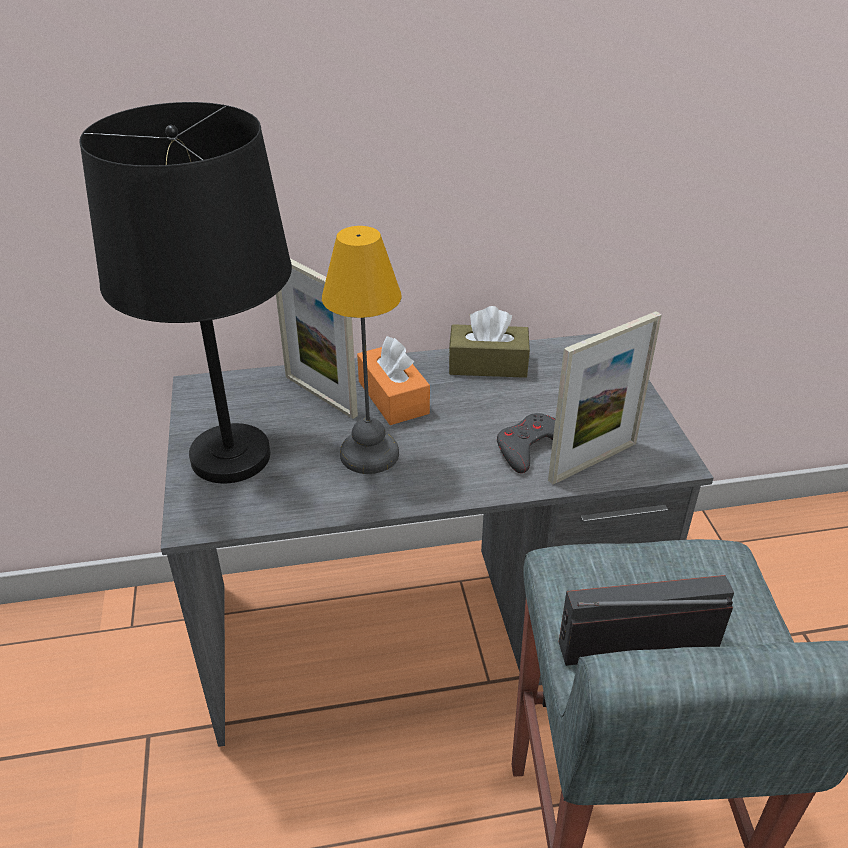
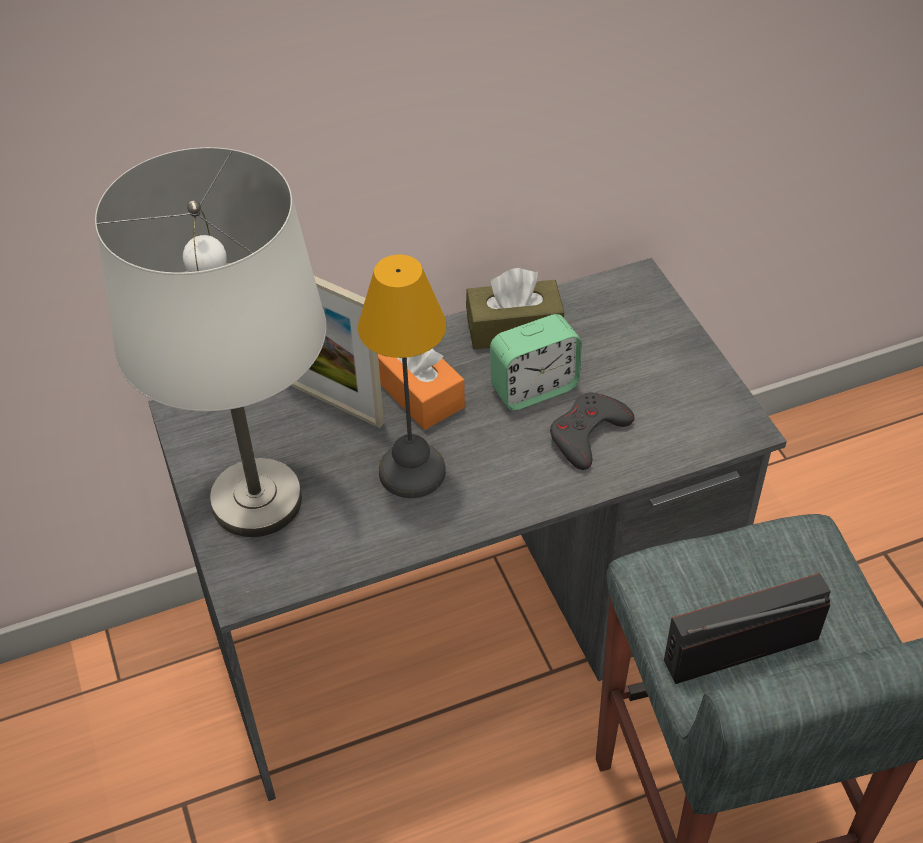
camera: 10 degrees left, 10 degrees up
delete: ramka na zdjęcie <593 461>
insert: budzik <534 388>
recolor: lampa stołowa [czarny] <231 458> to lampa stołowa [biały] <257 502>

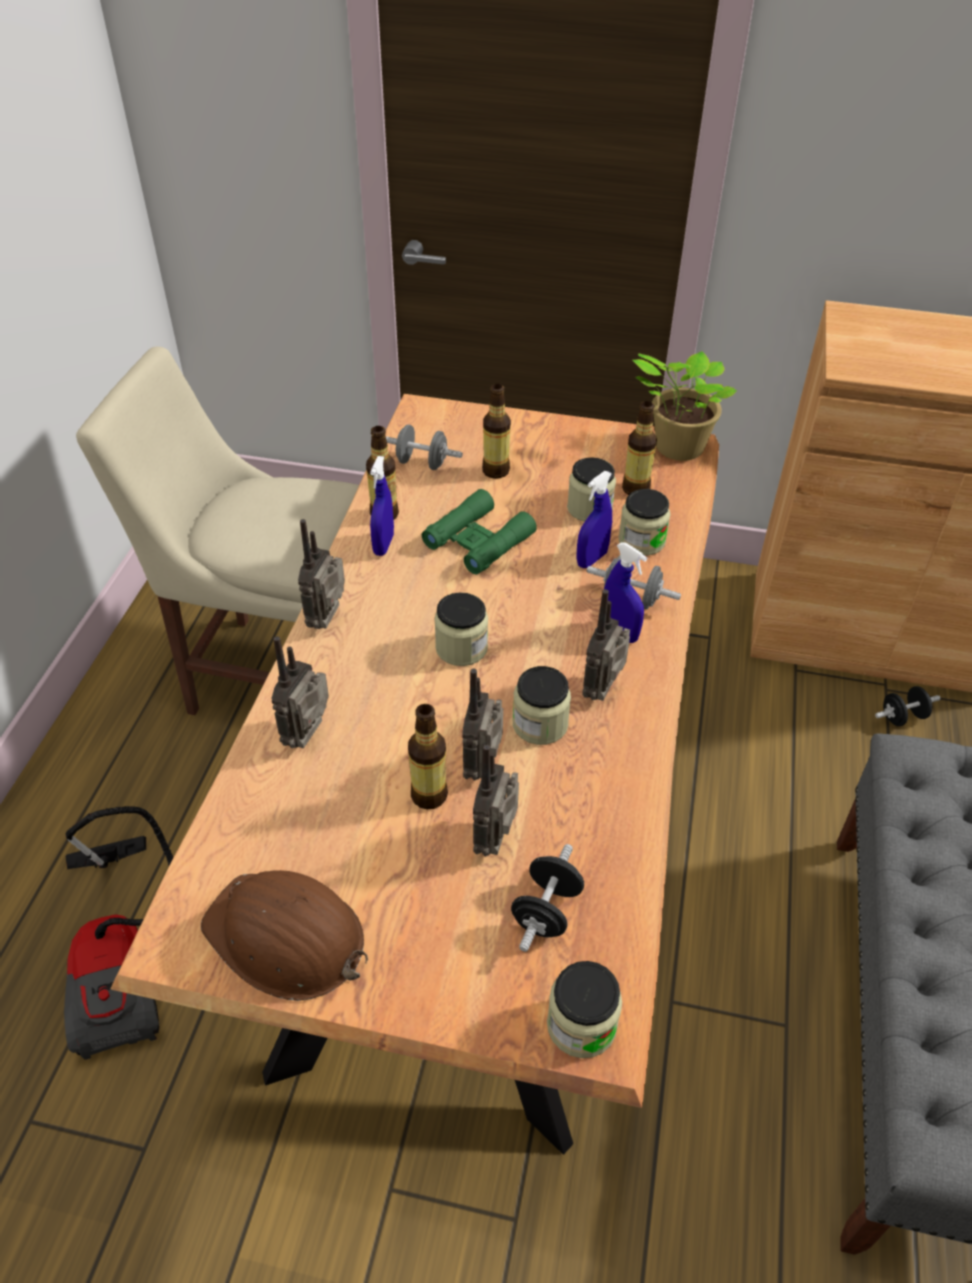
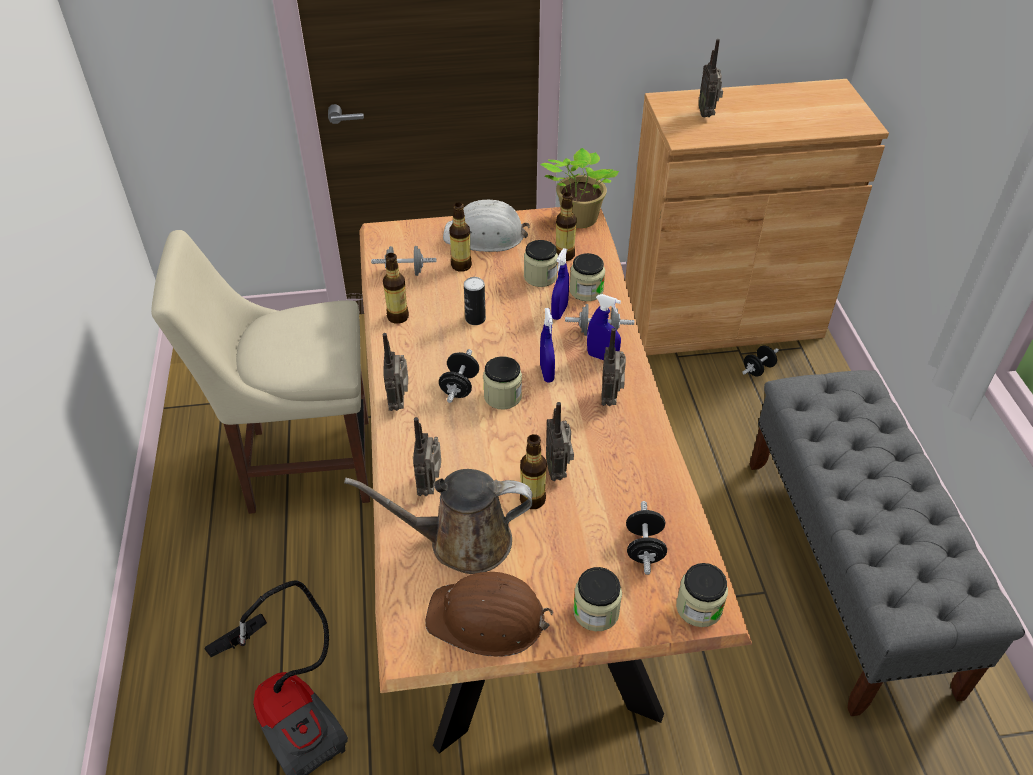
camera: 20 degrees left, 0 degrees up
insert: konewka [brązowy] <461 541>; hantel [czarny] <459 386>; kask [biały] <485 235>
move: spryskiwacz [niebieski] <383 545> to <546 373>; radio <496 839> to <707 114>; słoik <540 724> to <596 611>
replace: lornetka [zielony] <478 541> to puszka <475 319>

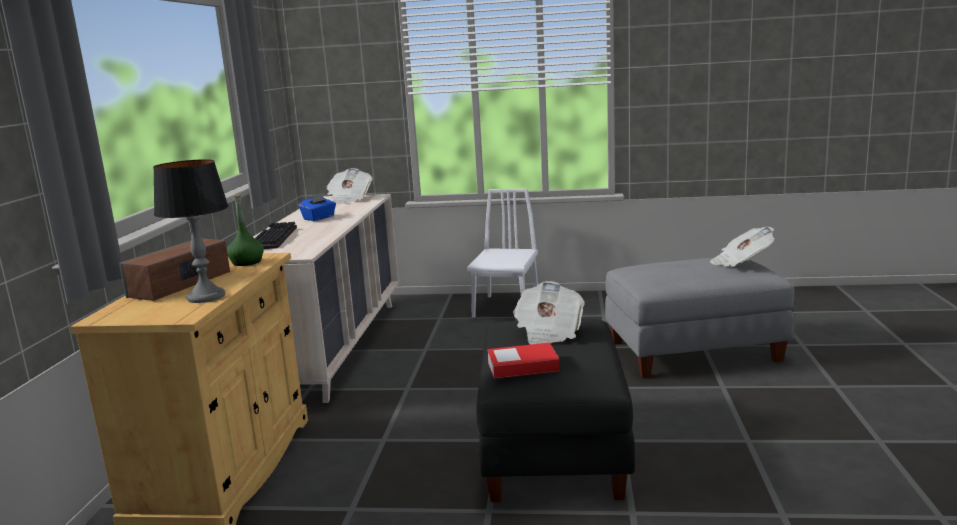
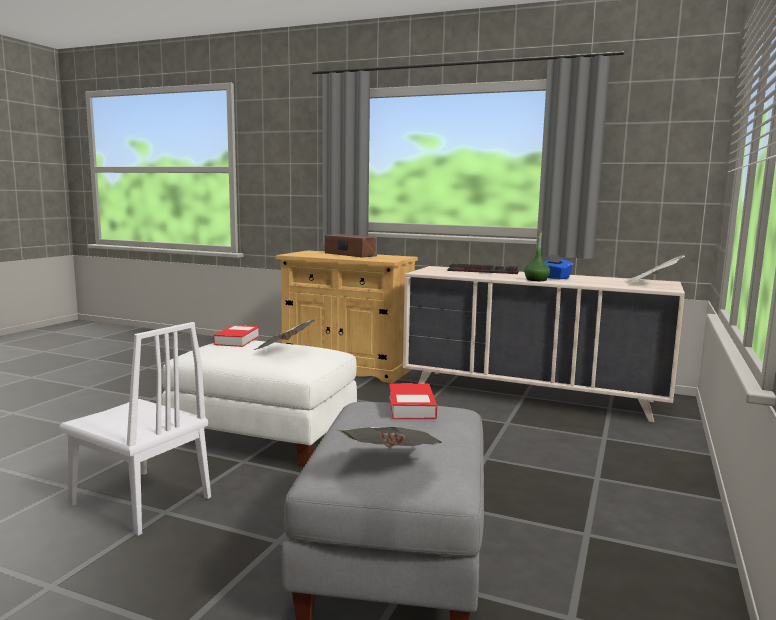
camera: 105 degrees right, 5 degrees down
delete: lampa stołowa <206 297>
insert: książka <411 407>
move: butelka [zielony] <247 262> to <536 280>; krzesło [biały] <506 307> to <140 500>
recolor: pufa [czarny] <551 448> to pufa [biały] <265 437>

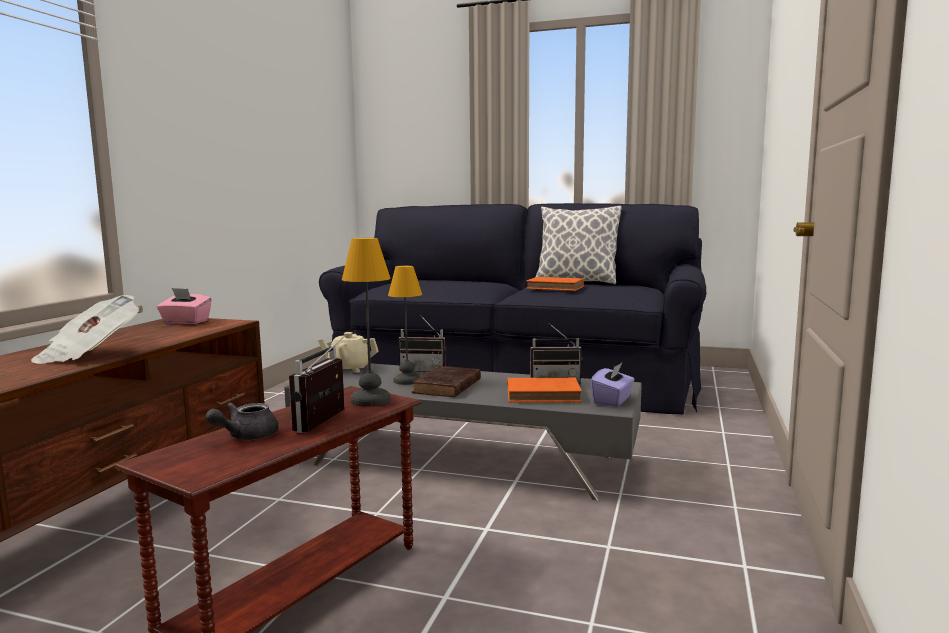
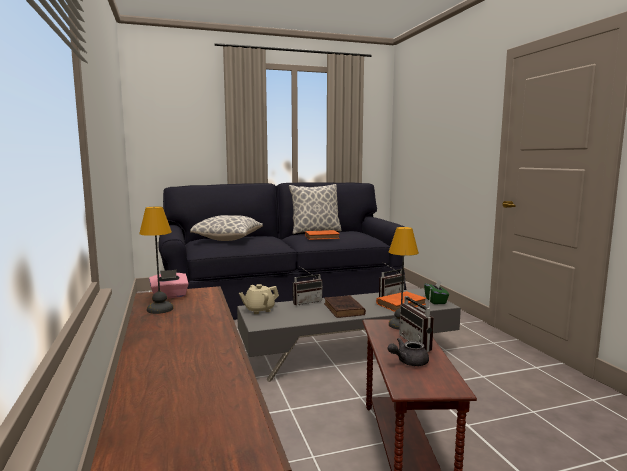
camera: 35 degrees left, 0 degrees up
delete: gazeta <89 354>
insert: poduszka <228 239>
move: lampa stołowa <406 381> to <159 309>
recolor: pudełko chusteczek [fioletowy] <612 401> to pudełko chusteczek [zielony] <436 301>
rotate: imbryk [szary] <246 436> = <408 362> 60 degrees clockwise

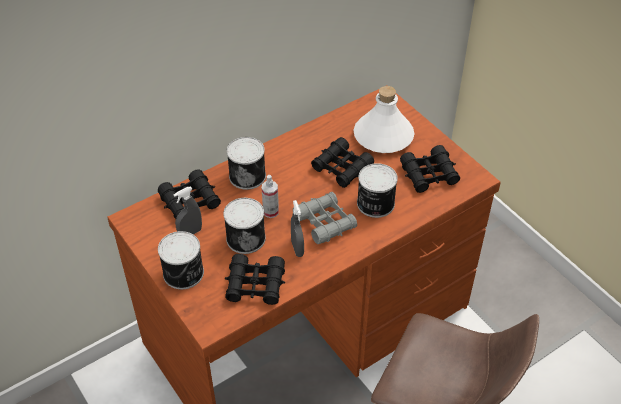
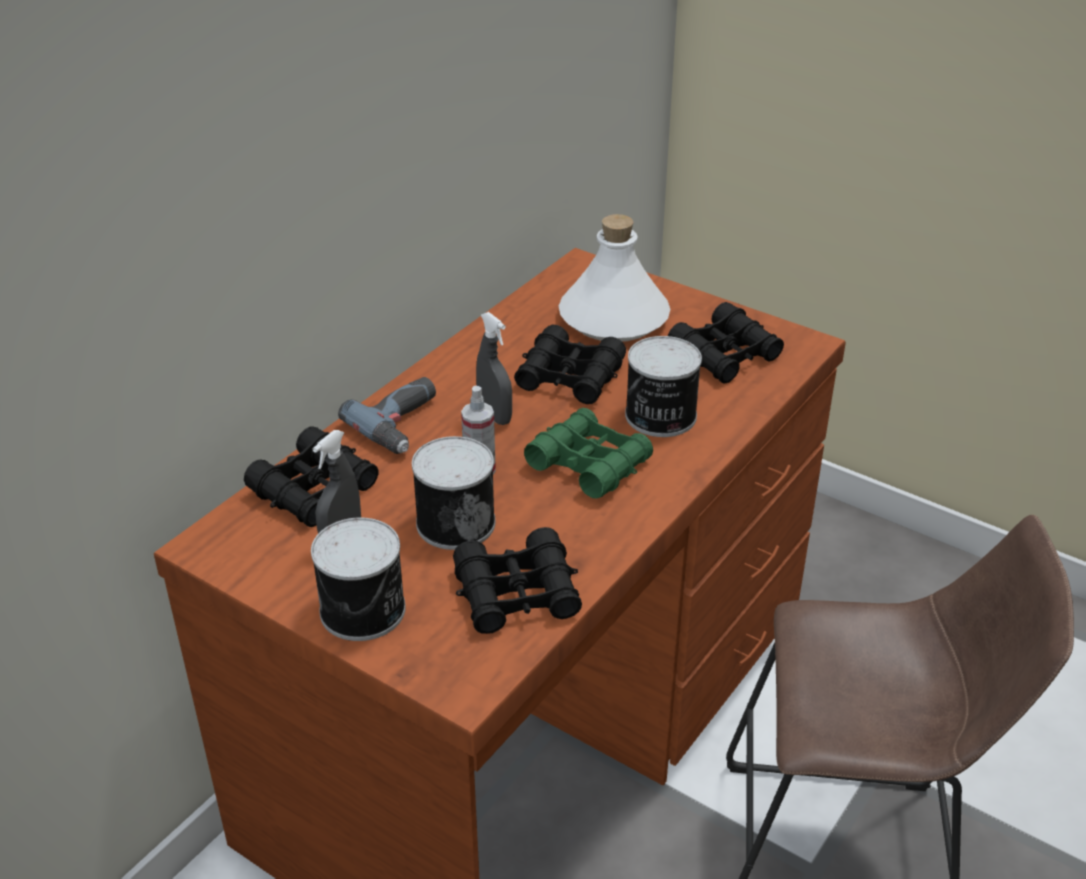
camera: 20 degrees left, 10 degrees down
move: spryskiwacz [szary] <297 248> to <494 415>
replace: puszka <248 175> to wiertarka <404 424>
recolor: lornetka [szary] <325 222> to lornetka [zielony] <589 464>

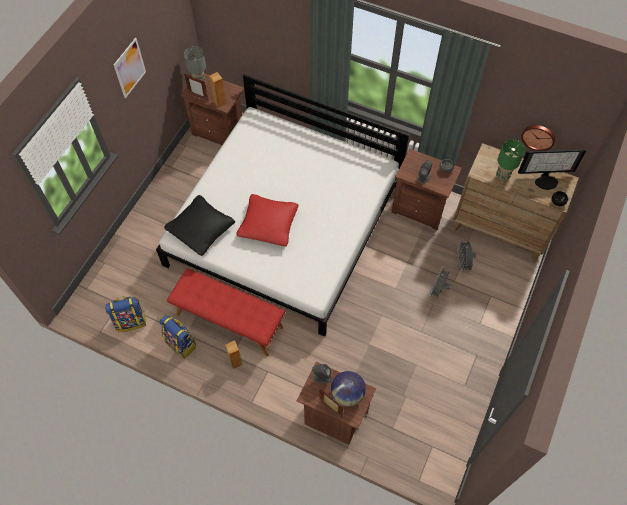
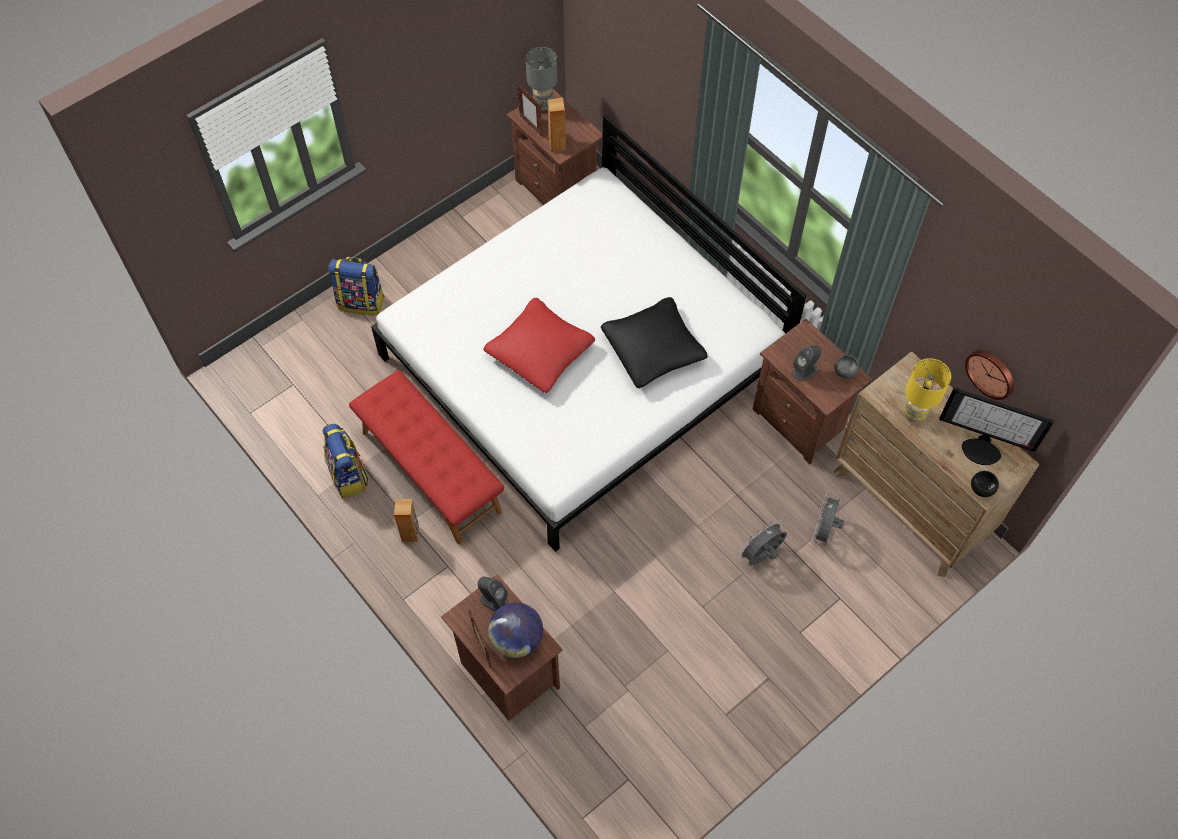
camera: 25 degrees right, 0 degrees up
delete: obraz <129 68>
move: plecak <131 321> to <362 302>; poduszka [czarny] <201 229> to <653 349>
recolor: lampa stołowa [zielony] <502 176> to lampa stołowa [żółty] <914 414>

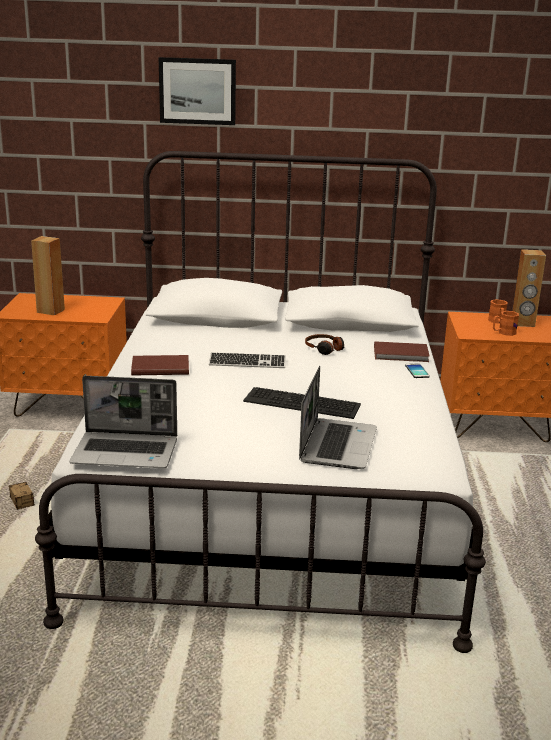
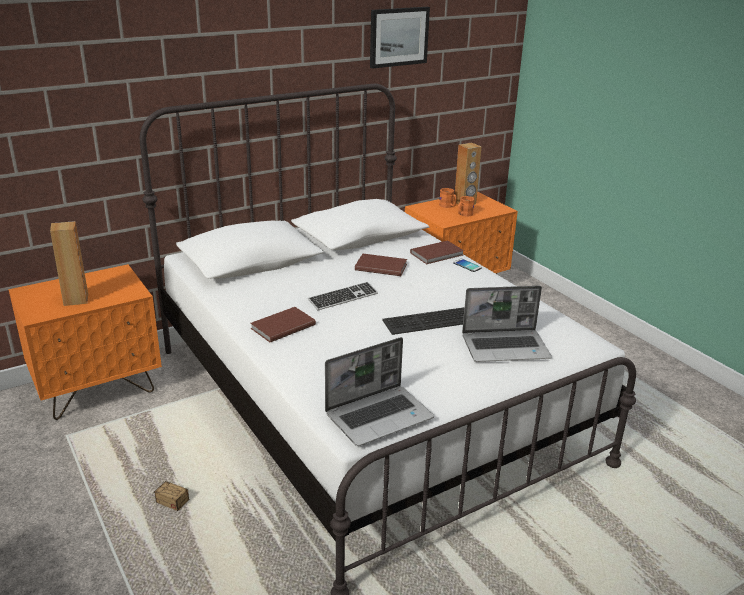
camera: 35 degrees left, 5 degrees up
move: obraz <197 91> to <398 37>
replace: słuchawki <324 349> to książka [brązowy] <380 266>
rotate: laptop <337 445> = <506 347> 105 degrees clockwise

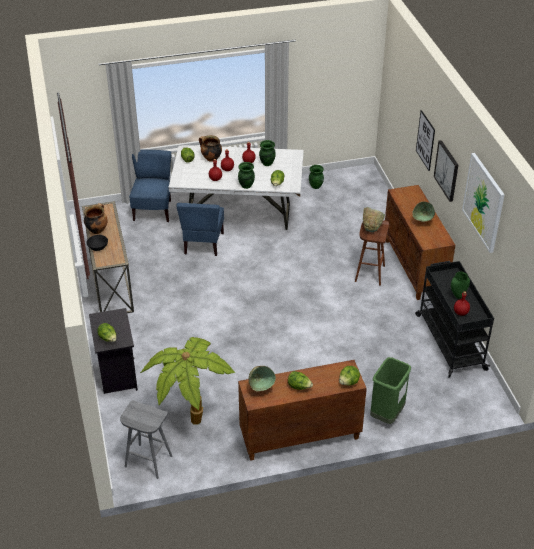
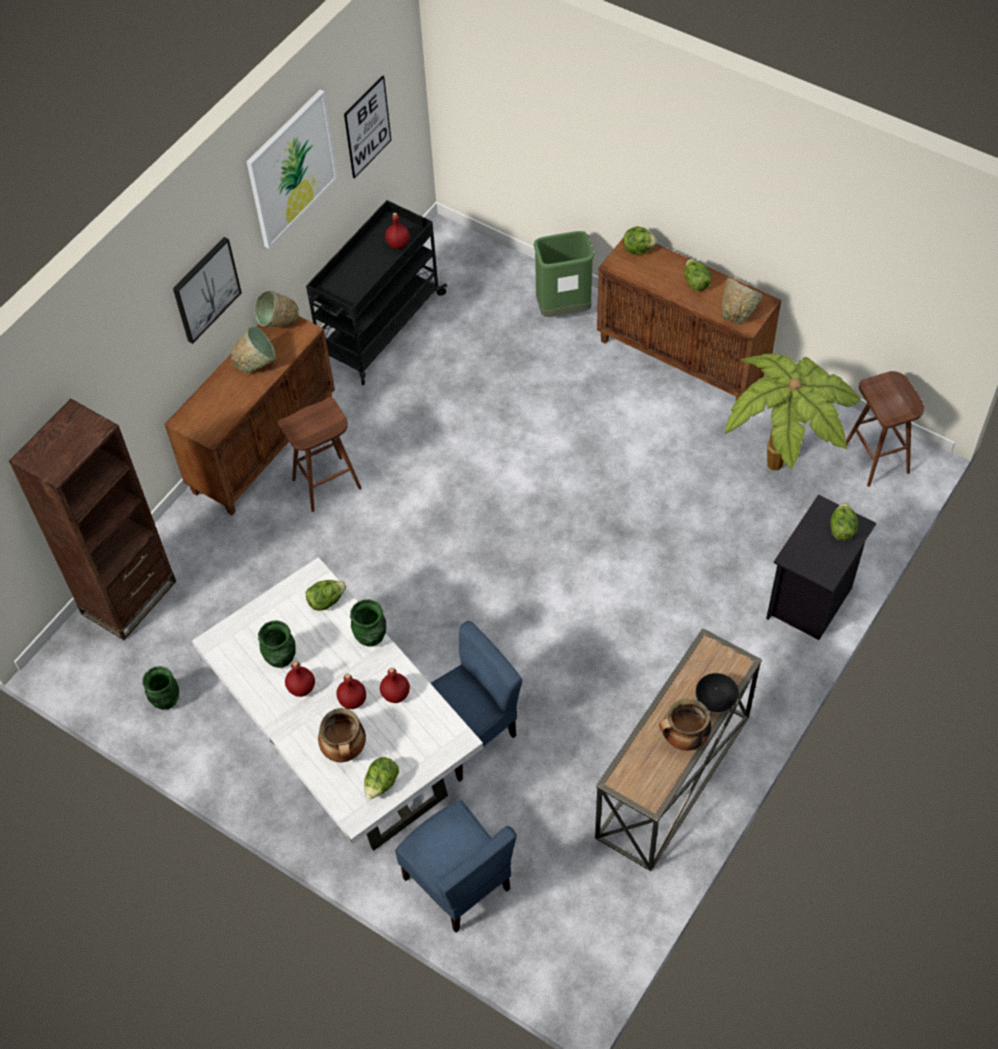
camera: 130 degrees left, 15 degrees up
delete: wazon [zielony] <458 296>
insert: regał [brązowy] <129 597>
move: miska [zielony] <371 227> to <277 324>; obraz <425 140> to <367 127>
recolor: stołek [szary] <147 461> to stołek [brązowy] <877 459>
rotate: krzesło [niebieski] <153 210> = <458 882> 90 degrees counterclockwise

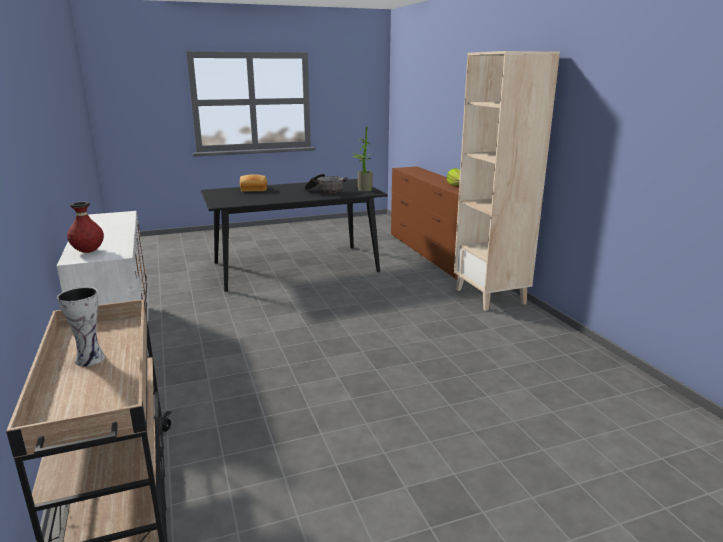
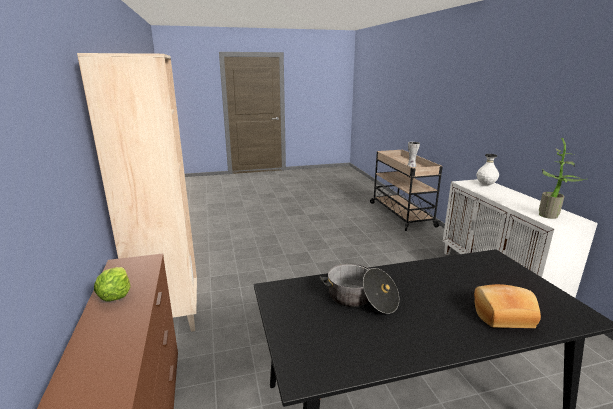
camera: 175 degrees left, 0 degrees up
move: roślina doniczkowa <362 189> to <551 216>
recolor: wazon [czerwony] <88 252> to wazon [biały] <485 185>

